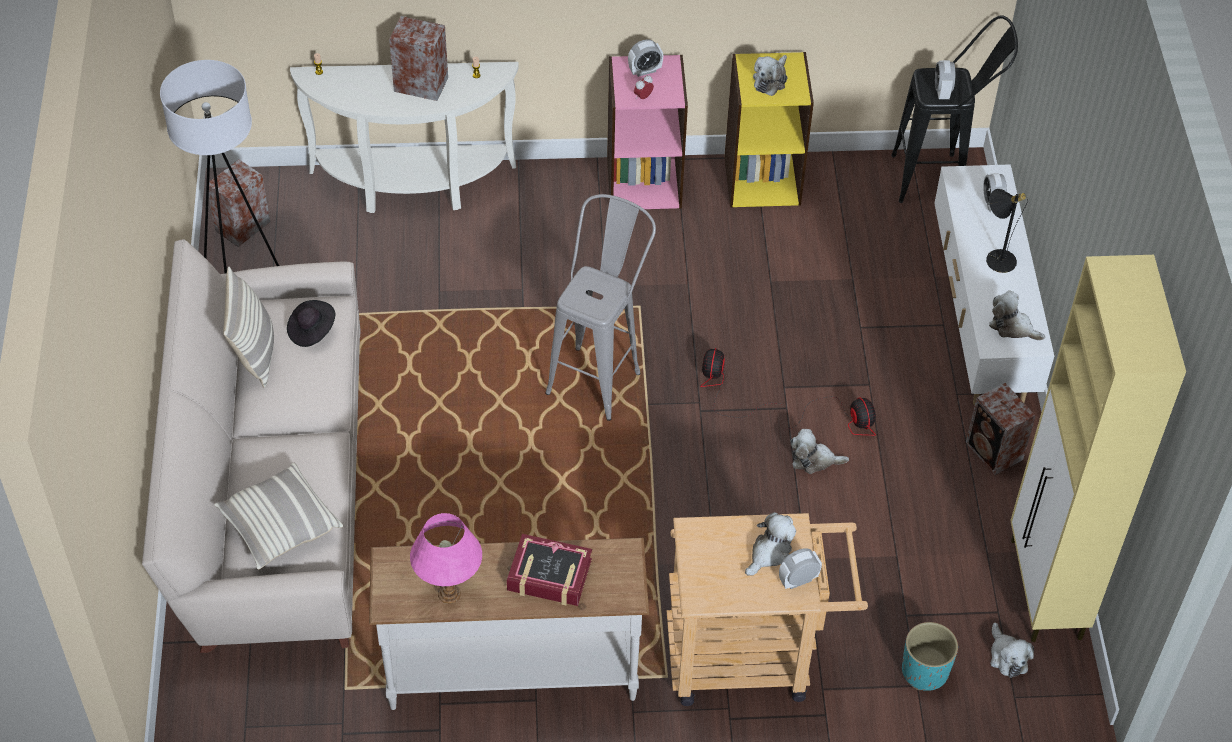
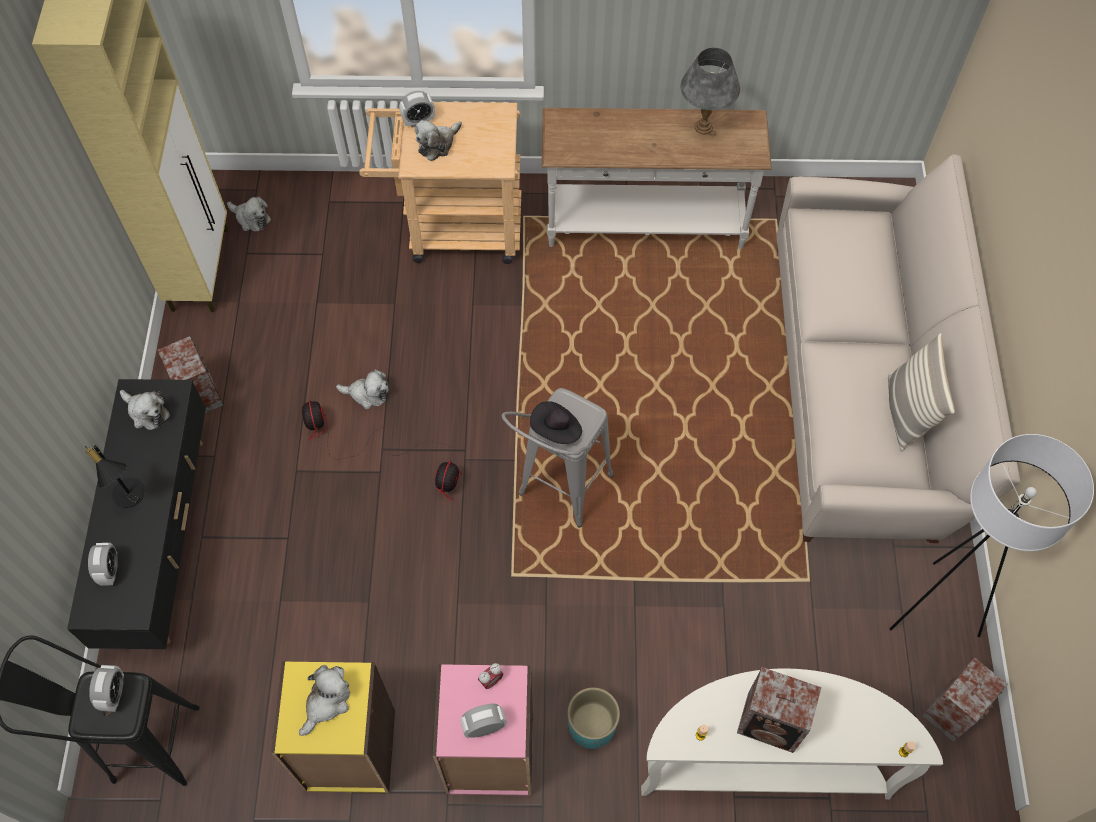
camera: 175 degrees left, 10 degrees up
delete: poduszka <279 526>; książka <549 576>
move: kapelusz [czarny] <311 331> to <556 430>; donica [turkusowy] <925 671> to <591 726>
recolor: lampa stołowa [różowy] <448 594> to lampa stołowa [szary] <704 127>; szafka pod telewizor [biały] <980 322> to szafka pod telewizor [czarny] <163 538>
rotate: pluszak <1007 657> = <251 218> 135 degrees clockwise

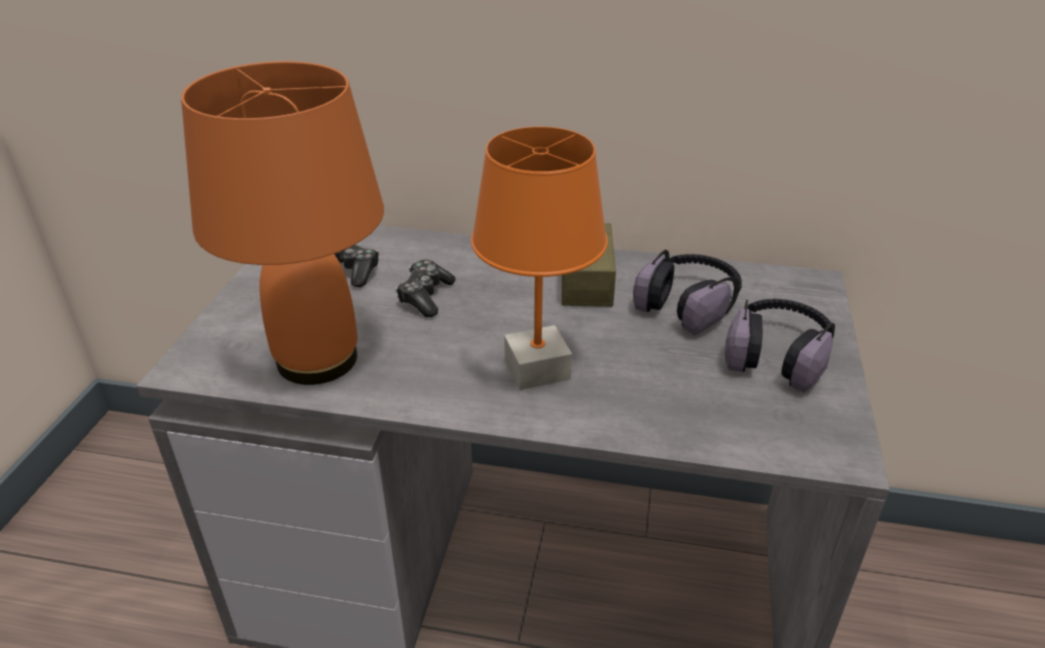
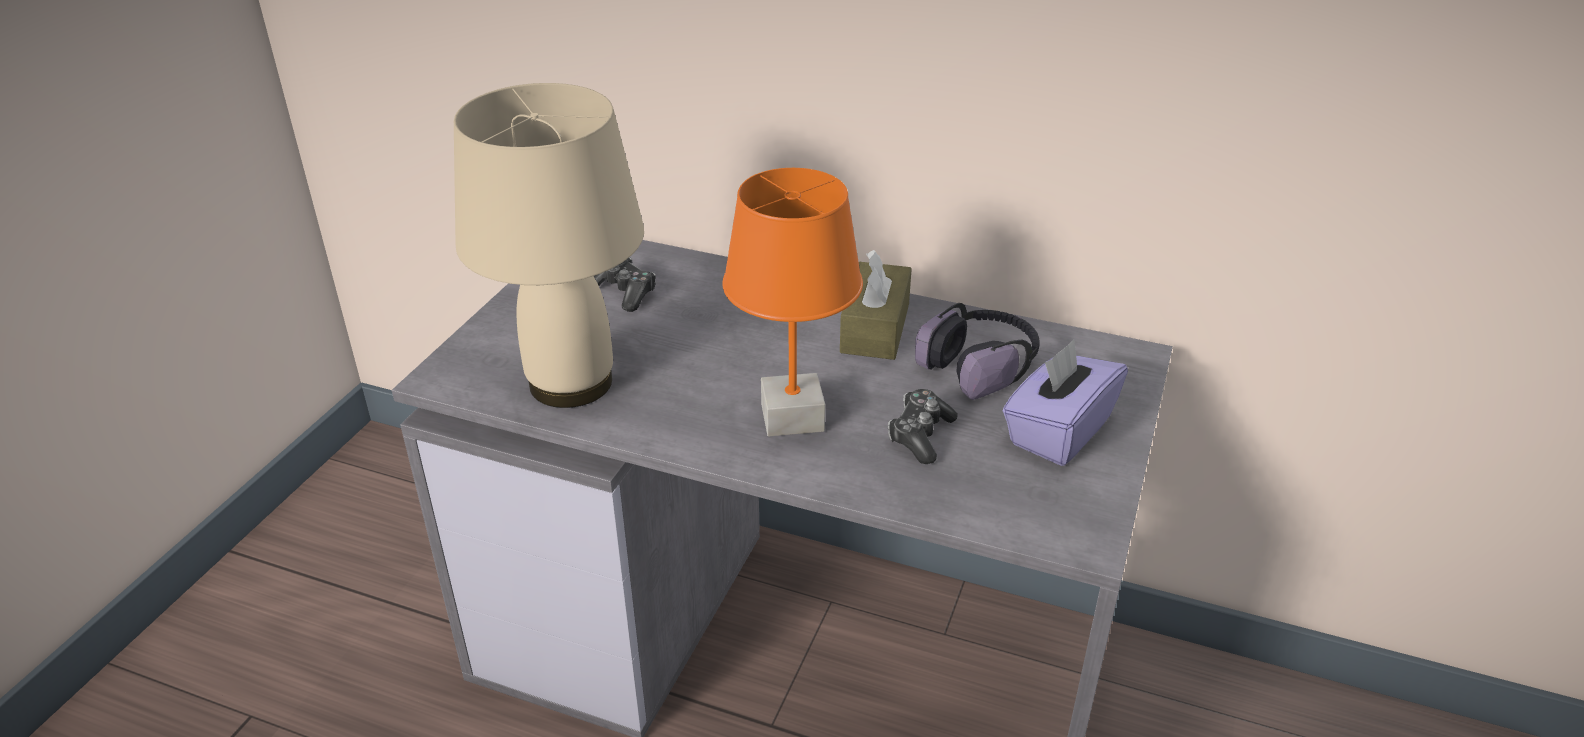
camera: 10 degrees right, 0 degrees up
move: pad do gier <425 296> to <920 435>
replace: słuchawki <778 356> to pudełko chusteczek [fioletowy] <1058 432>
recolor: lampa stołowa [pomarańczowy] <315 359> to lampa stołowa [beżowy] <569 382>

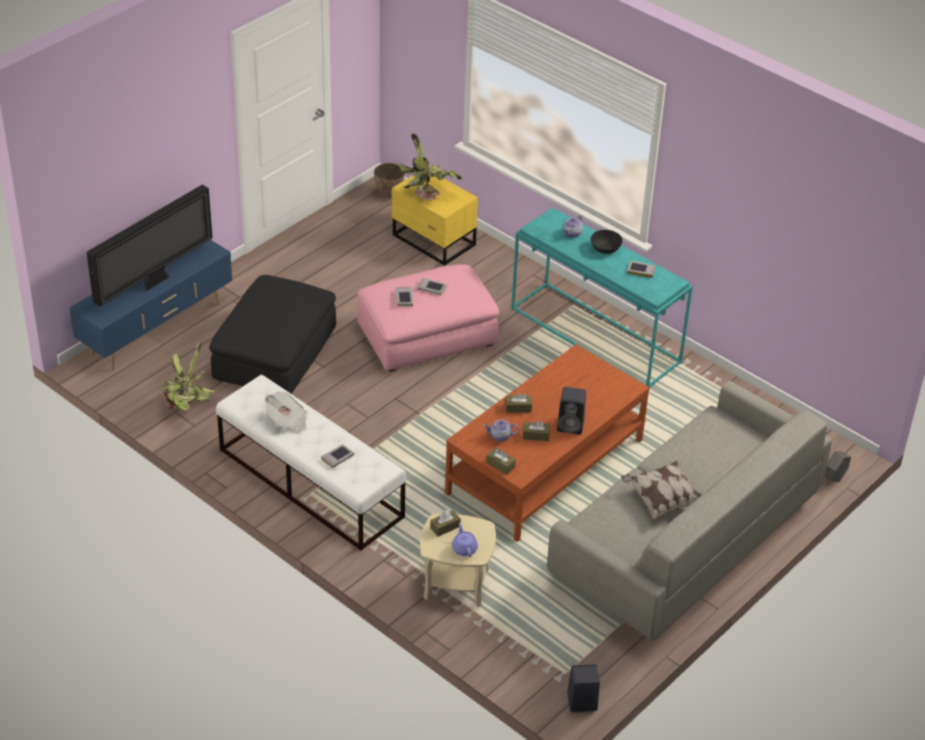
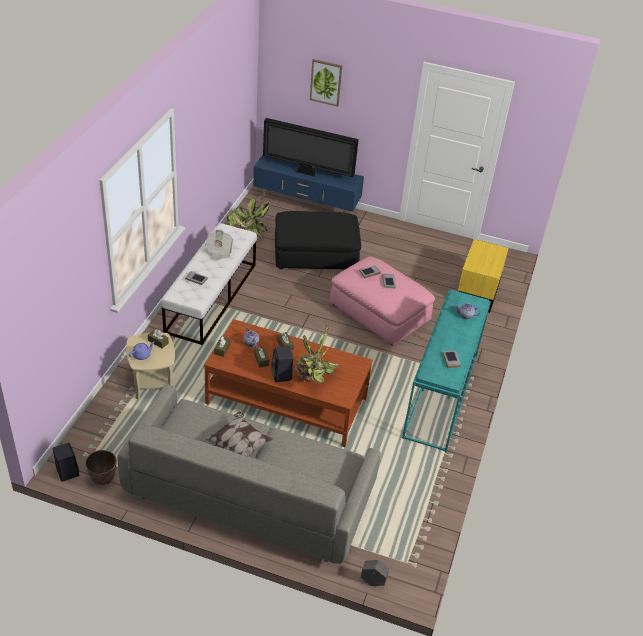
camera: 65 degrees right, 0 degrees up
delete: miska [czarny] <605 249>
insert: obraz <326 82>
move: donica <389 195> to <103 479>; roślina doniczkowa <430 193> to <315 377>

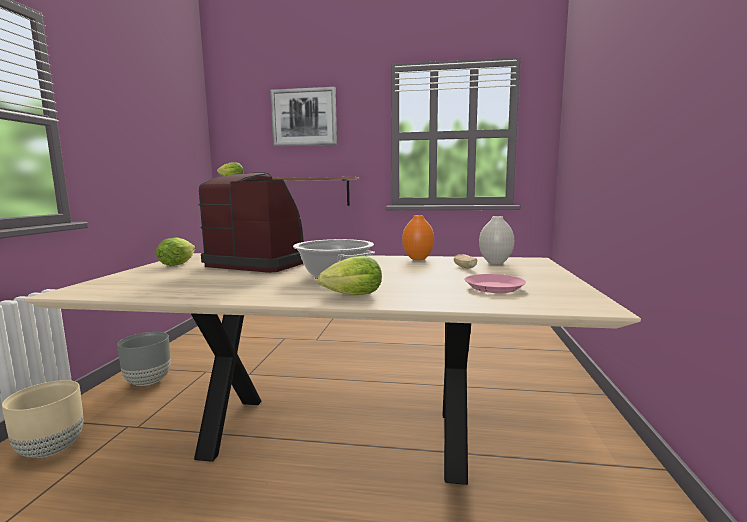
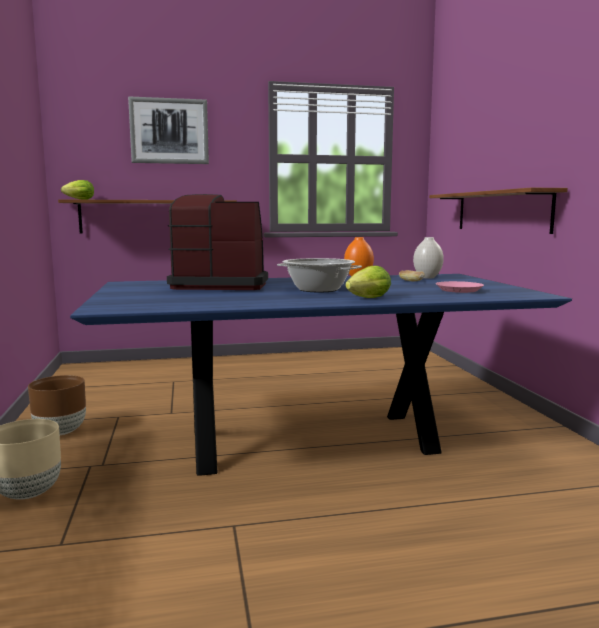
camera: 20 degrees left, 0 degrees up
delete: sałata <179 264>
insert: półka <501 211>
recolor: stół jadalny [beżowy] <340 436> to stół jadalny [niebieski] <314 442>; donica [szary] <148 382> to donica [brązowy] <60 432>

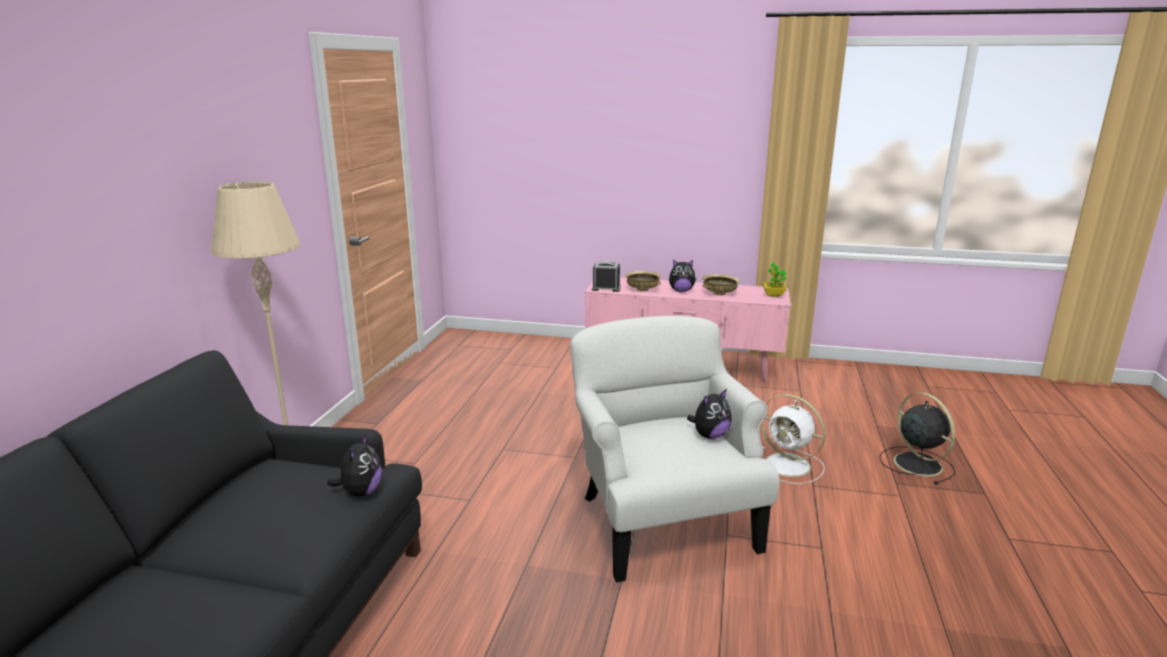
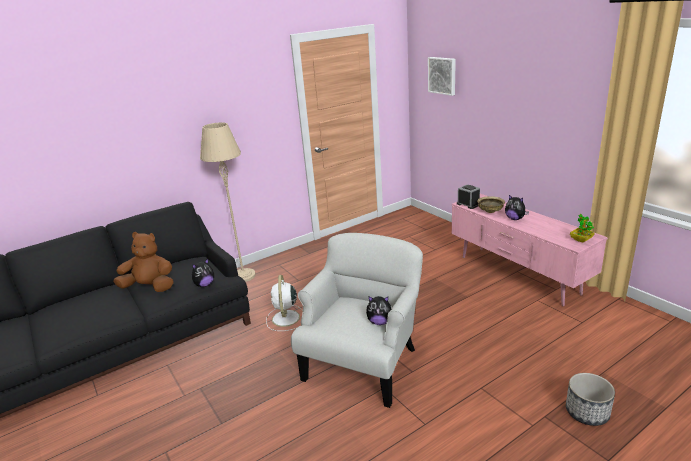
camera: 45 degrees right, 5 degrees up
delete: miska [beżowy] <720 293>
insert: pluszak [brązowy] <150 287>; obraz <442 75>
move: wentylator [biały] <789 466> to <286 319>
replace: wentylator [czarny] <916 463> to donica <586 412>

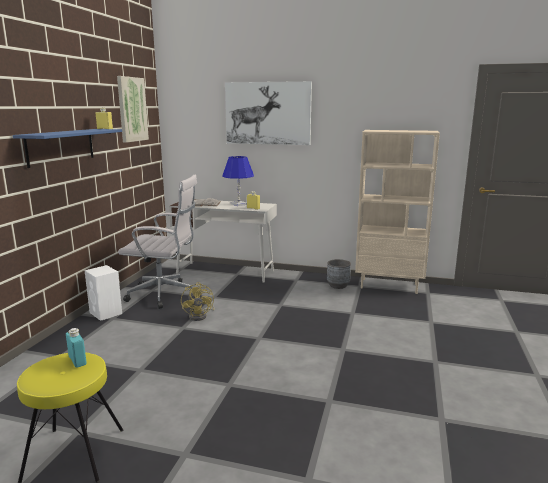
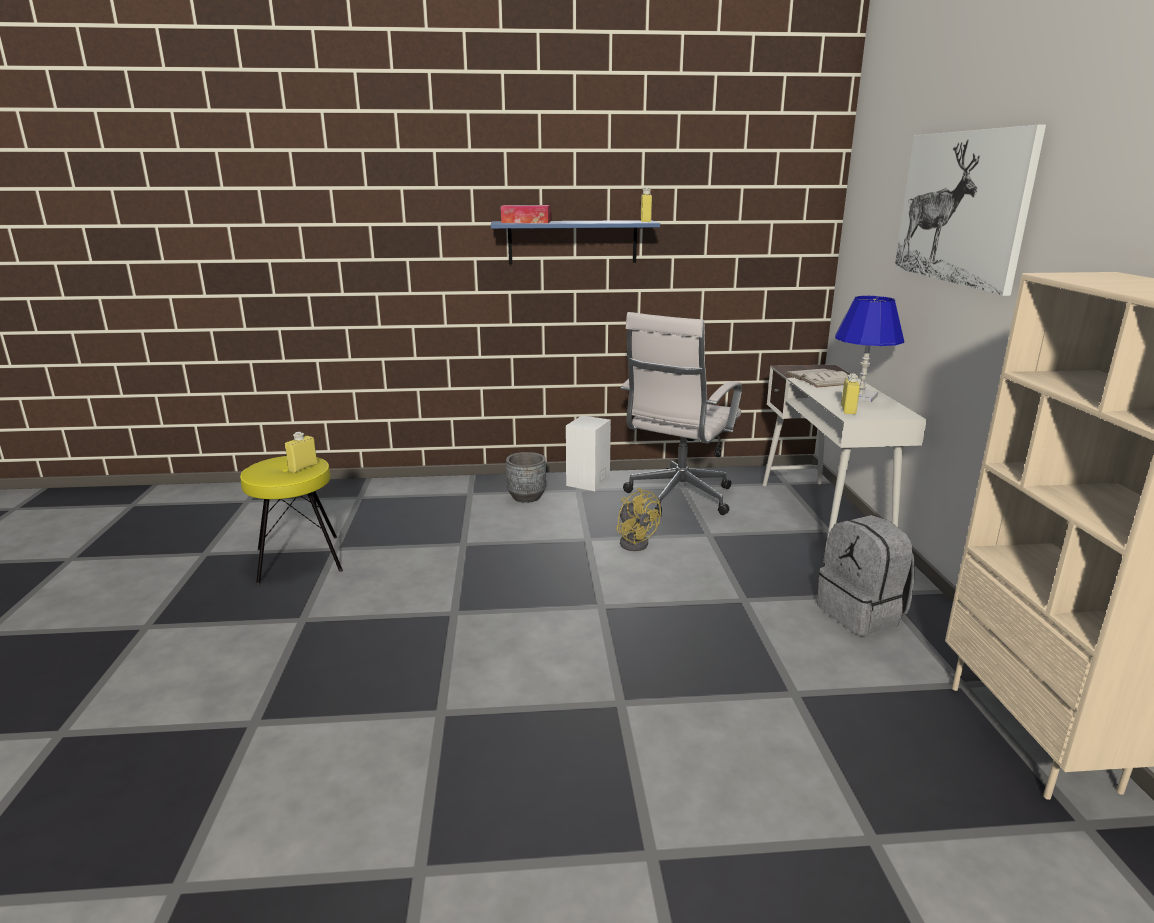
camera: 70 degrees right, 5 degrees up
delete: obraz <132 109>
insert: pudełko chusteczek <526 222>; plecak [szary] <862 614>
move: donica [szary] <338 285> to <526 497>
recolor: butelka [turkusowy] <77 360> to butelka [żółty] <303 467>
rotate: krzesło biurowe [biały] <164 295> = <677 499> 45 degrees clockwise; wentylator [żółty] <200 316> = <635 542> 90 degrees counterclockwise

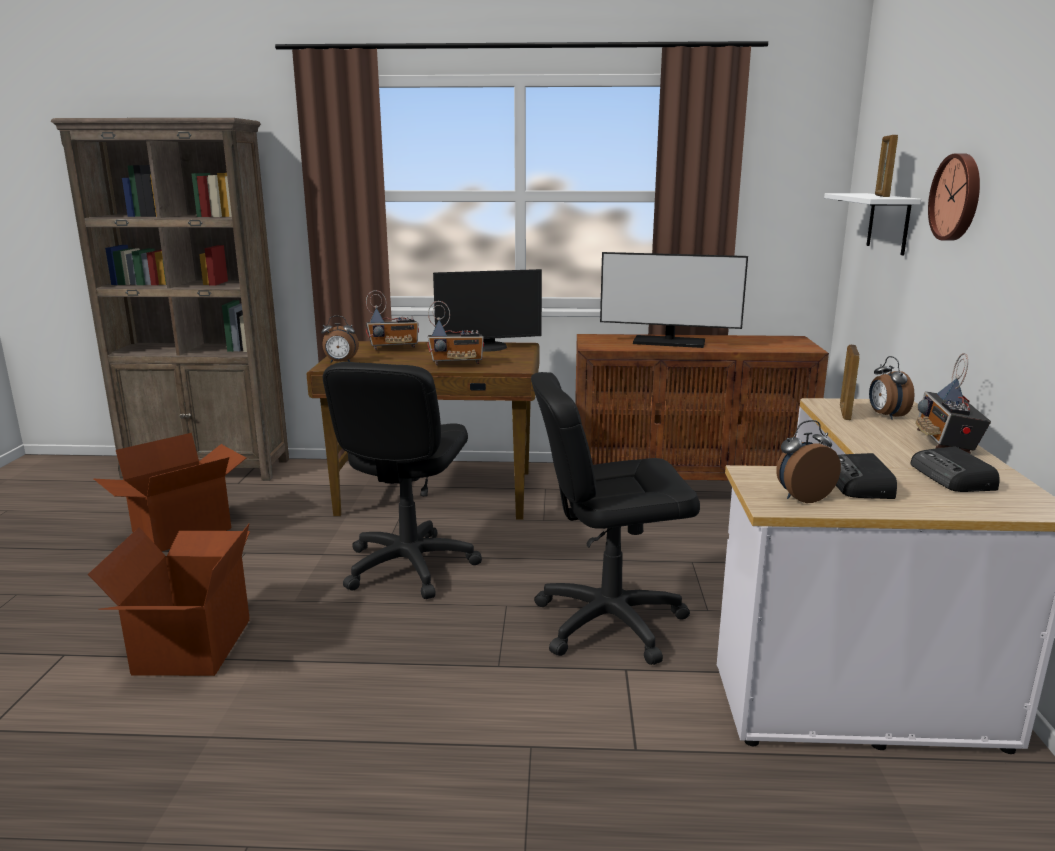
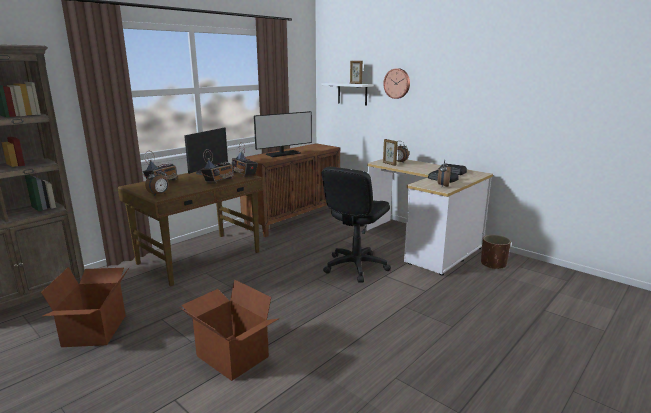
camera: 50 degrees left, 0 degrees up
delete: krzesło biurowe [czarny] <409 566>
insert: donica [brązowy] <493 264>
move: radio <946 443> to <244 175>

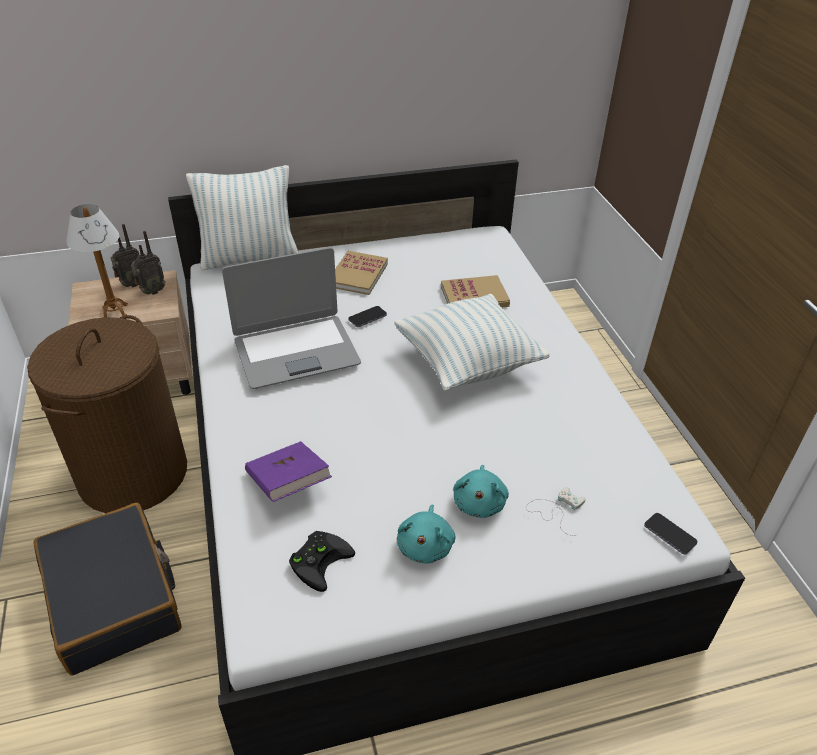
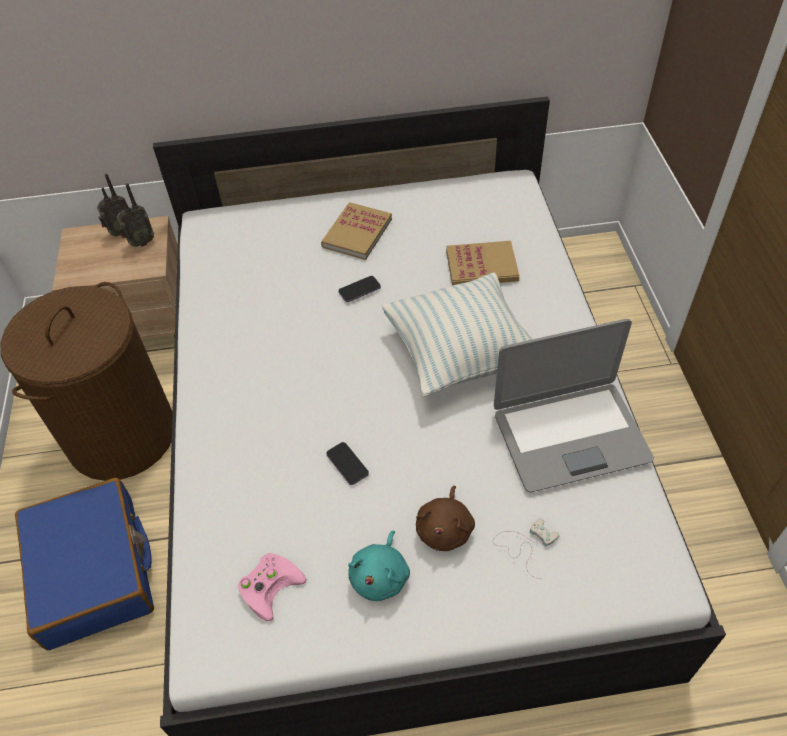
camera: 10 degrees right, 10 degrees up
delete: lampa stołowa <115 312>; poduszka <250 258>; książka [fioletowy] <288 484>
move: laptop <296 352> to <570 435>; telefon <670 534> to <347 464>
recolor: walizka [czarny] <114 598> to walizka [niebieski] <93 571>; pad do gier [czarny] <319 559> to pad do gier [różowy] <270 583>; pluszak [turkusowy] <479 502> to pluszak [brązowy] <445 528>

